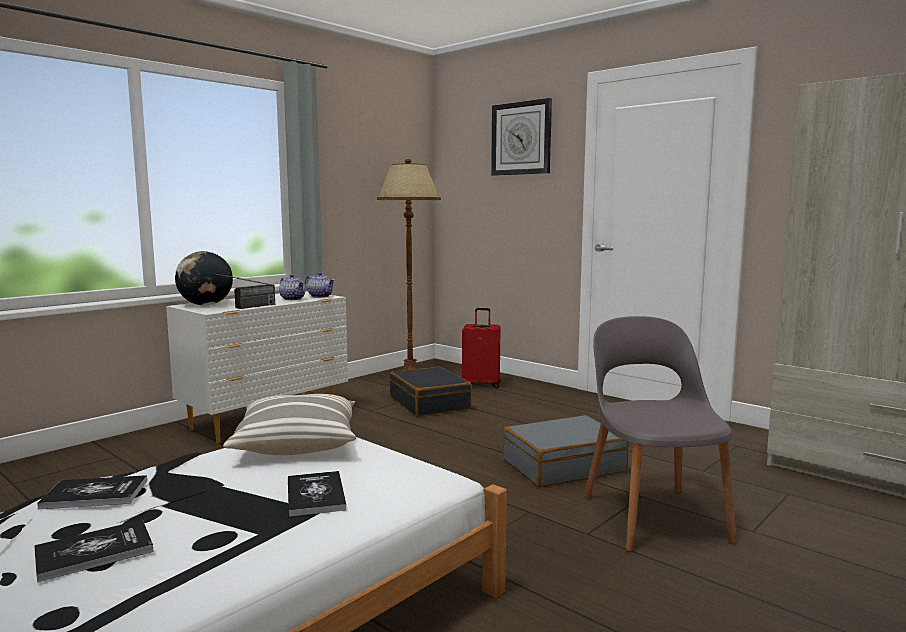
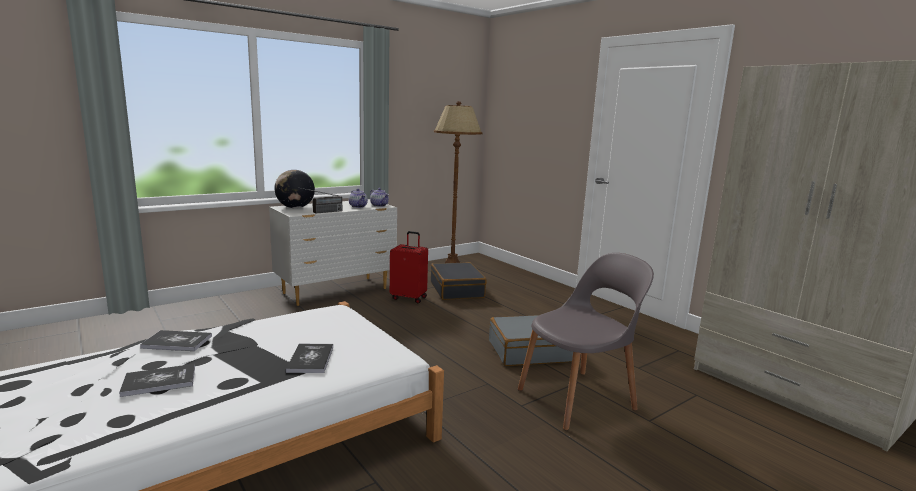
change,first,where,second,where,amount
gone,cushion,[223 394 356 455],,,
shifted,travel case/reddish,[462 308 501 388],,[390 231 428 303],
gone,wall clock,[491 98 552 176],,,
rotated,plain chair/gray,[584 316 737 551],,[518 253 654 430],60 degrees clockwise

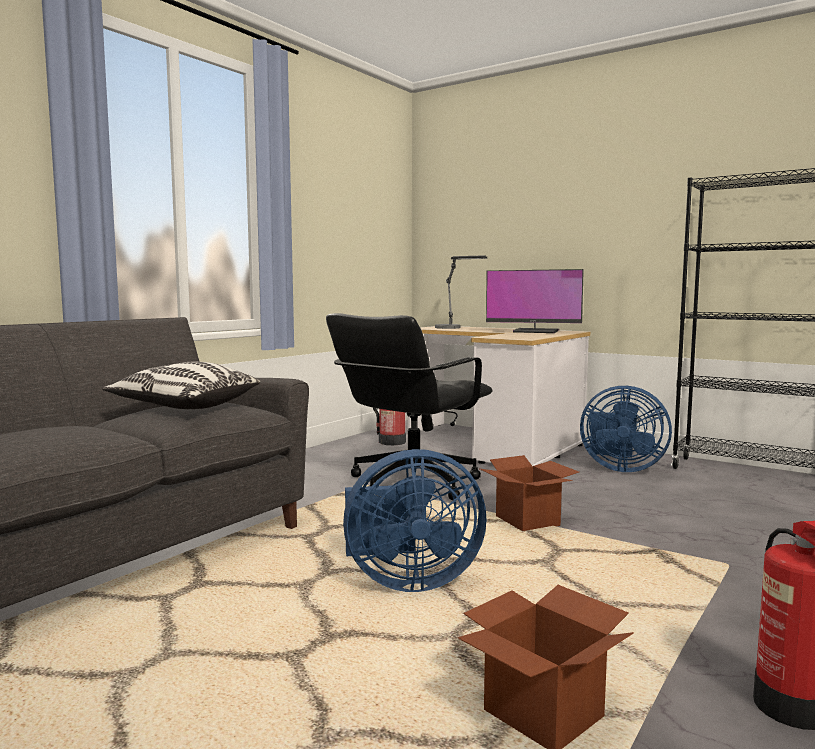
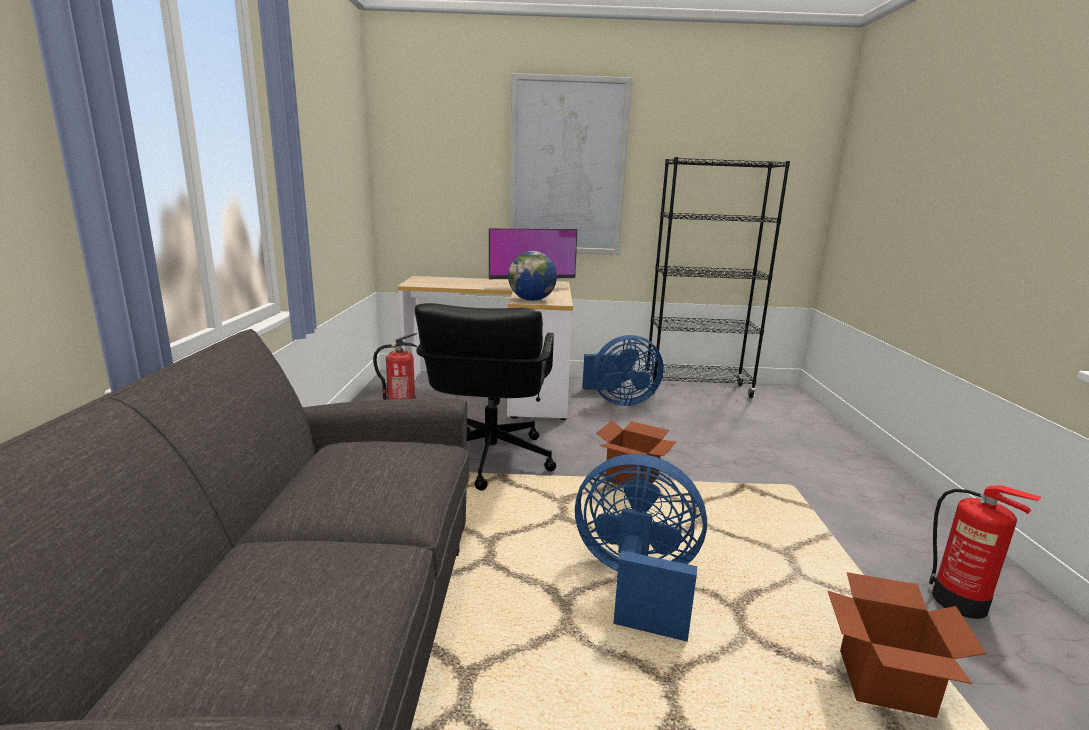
change,first,where,second,where,amount
gone,cushion,[102 362 260 409],,,
rotated,cooling fan/blue,[343 449 486 592],,[575 454 707 642],120 degrees counterclockwise
gone,tabletop lamp,[435 255 487 329],,,
new,,,world globe,[508 251 557 301],
new,,,picture,[510 73 632 255],

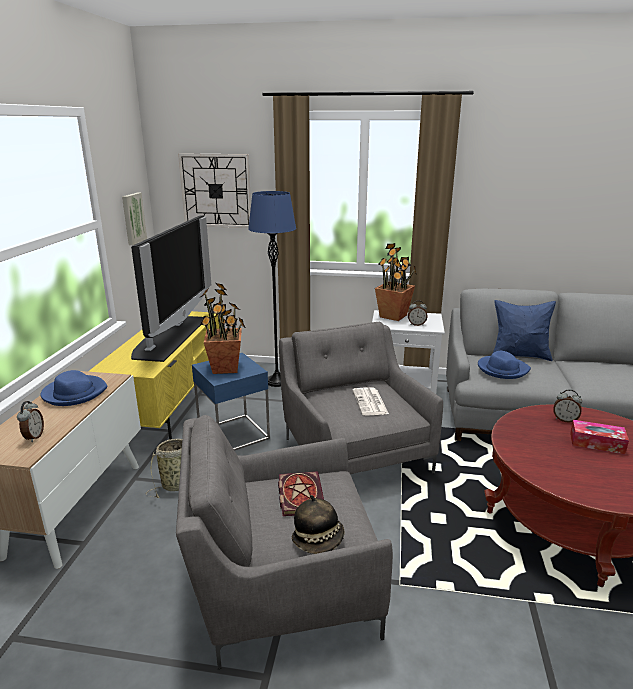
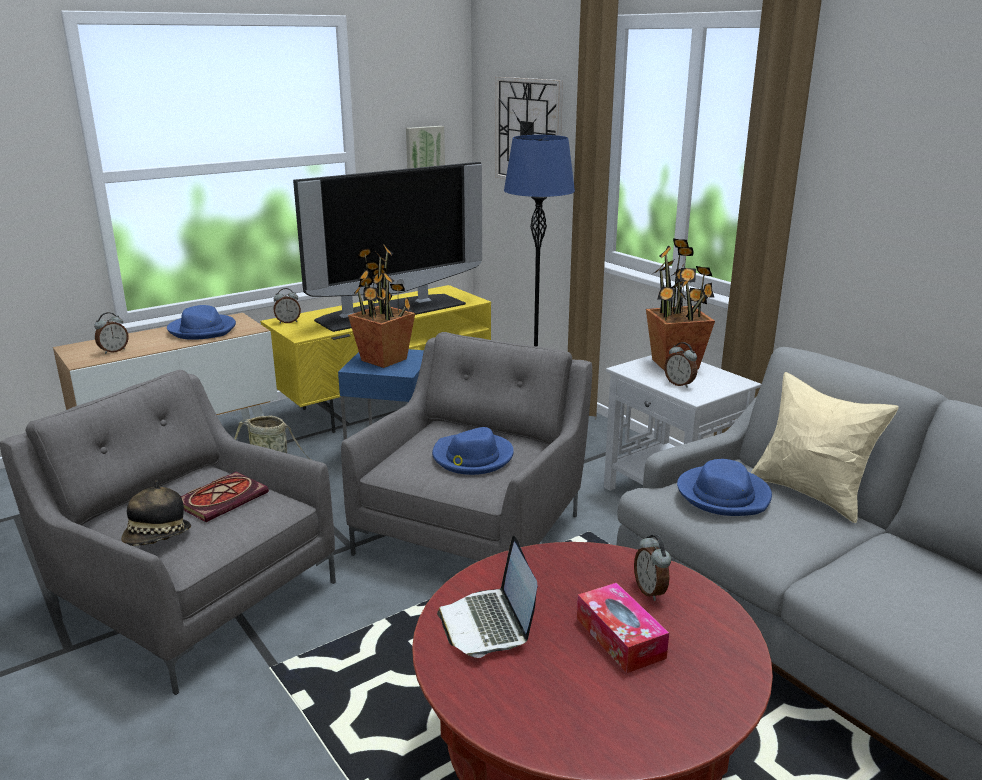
change,first,where,second,where,amount
swapped,daily paper,[352 387 389 416],hat/blue,[432 427 514 475],
repainted,cushion/blue,[493 300 556 361],cushion/sand-coloured,[751 372 899 523],
new,,,alarm clock,[274 288 301 323],
new,,,notebook computer,[437 535 537 658],

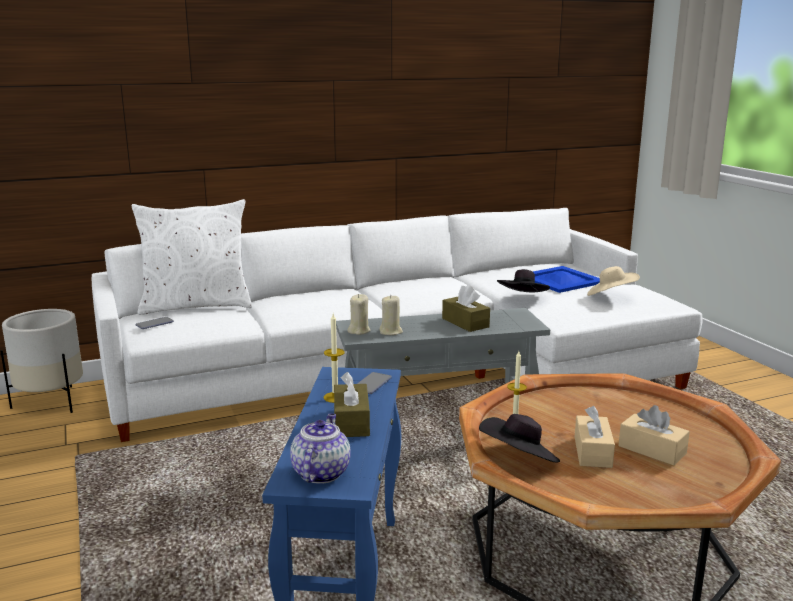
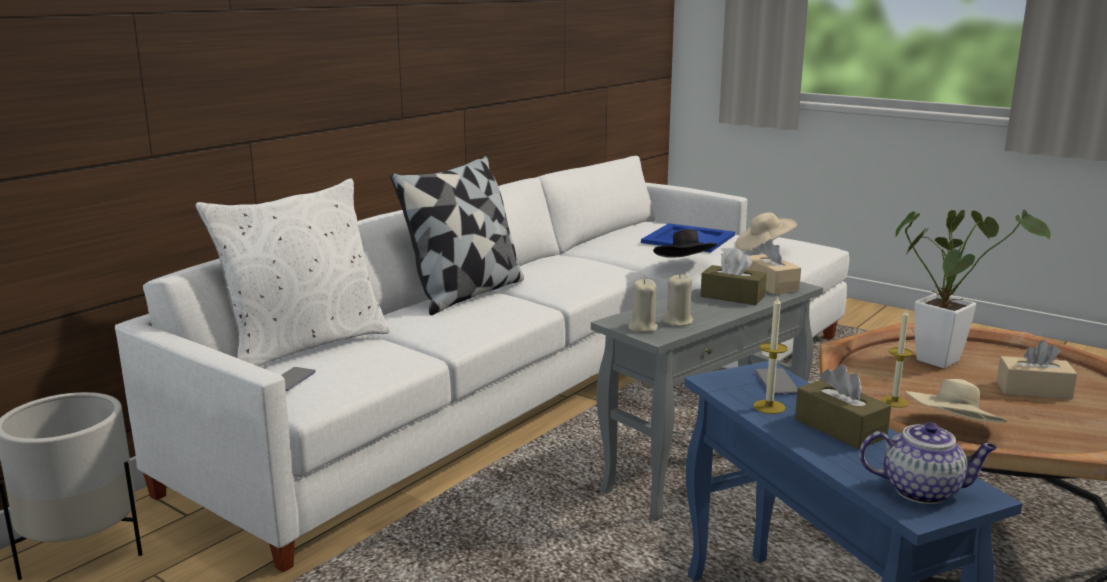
change,first,where,second,where,amount
rotated,tea pot,[290 413 351 484],,[859 422 997 504],120 degrees clockwise
repainted,hat/blackish,[479 414 560 462],hat/sand-coloured,[906 379 1007 423],
shifted,tissue box/sand-coloured,[575 406 615 468],,[746 239 801 295],
new,,,cushion,[390 156 524 315],
new,,,plant in a pot,[894 209 1051 368],

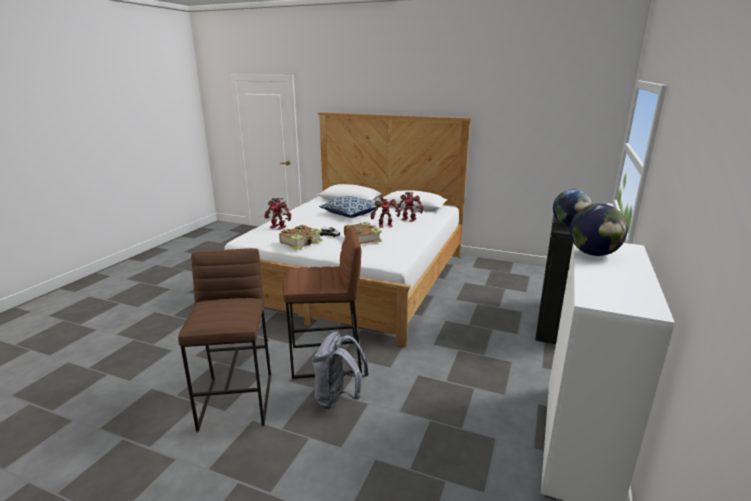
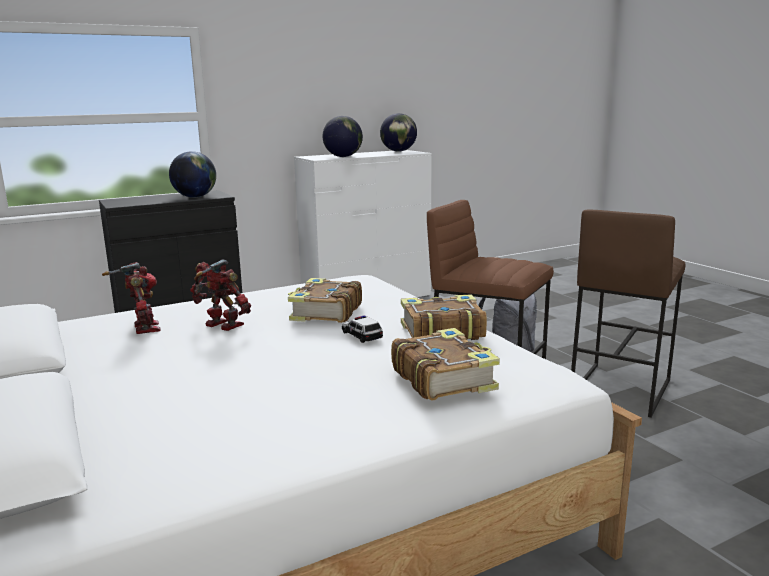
change,first,where,second,where,amount
swapped,model robot,[264 198 292 230],volume,[391 328 500 401],
gone,cushion,[319 196 382 217],,,
new,,,world globe,[380 113 417 152],

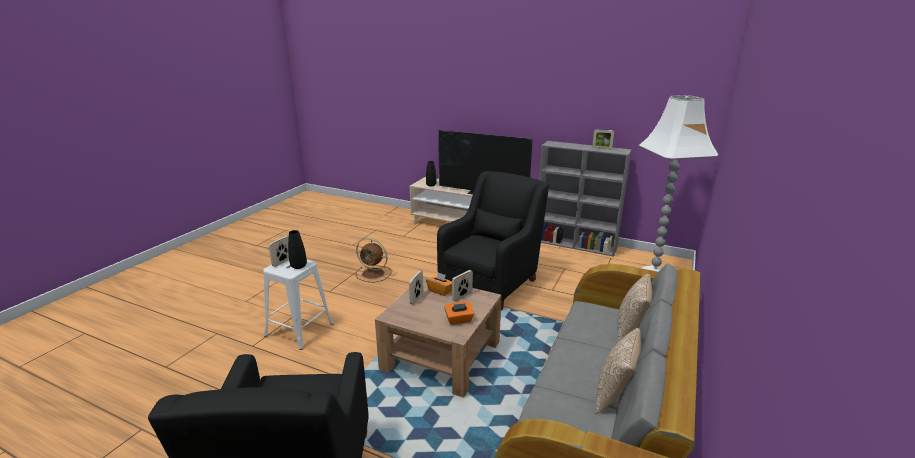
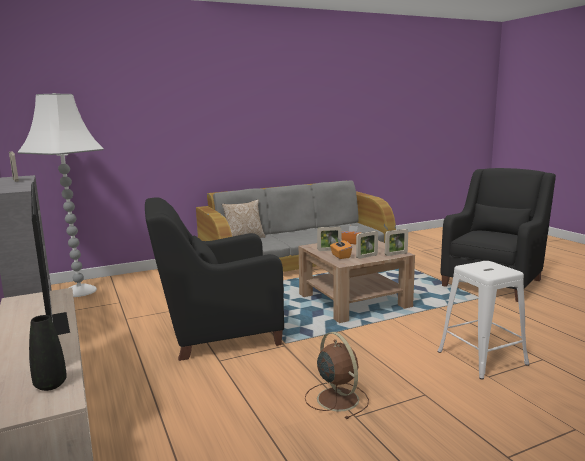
change,first,where,second,where,amount
shifted,standing frame,[269 236 289 267],,[385 229 408 256],
gone,flower vase/blackish,[288 230 307 269],,,
gone,cushion,[595 328 641 415],,,

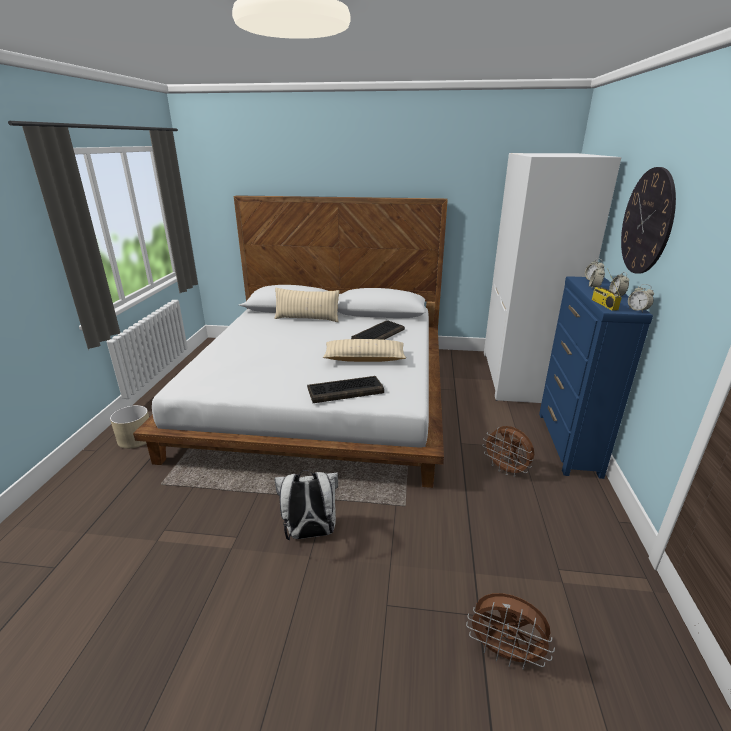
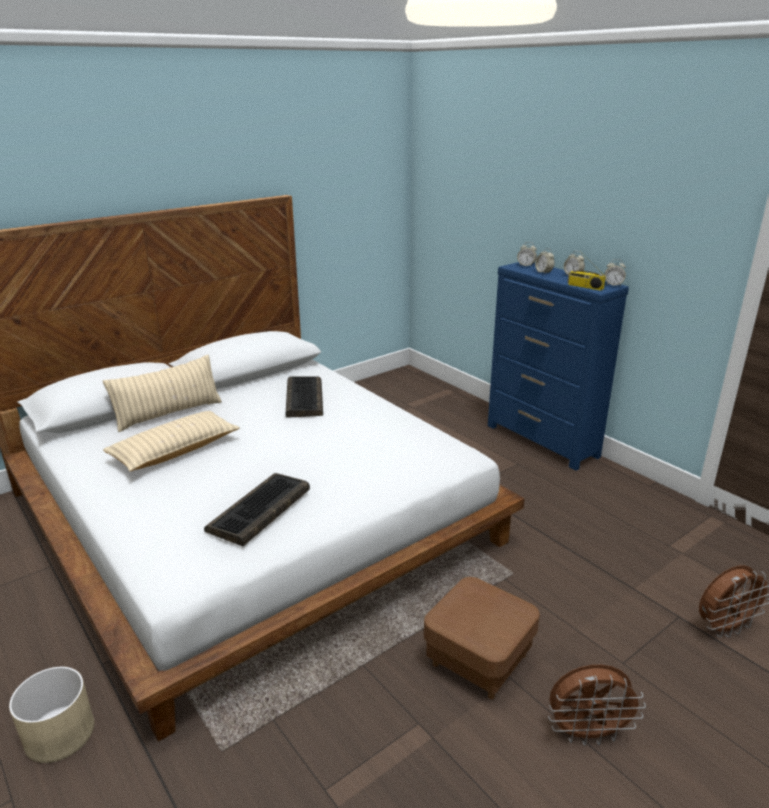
change,first,where,second,where,amount
swapped,knapsack/white-coloured,[274 470 338 540],pouffe/brownish,[424 577 540 699],
shifted,computer keyboard,[307 376 384 403],,[204 473 310 546],
shifted,cushion/sand-coloured,[323 339 406 362],,[103 411 240 471],
shifted,cooling fan/brownish,[482 426 534 477],,[548 665 646 746],
gone,armoire/white-coloured,[484 153 622 403],,,
gone,wall clock,[621 167 676 274],,,

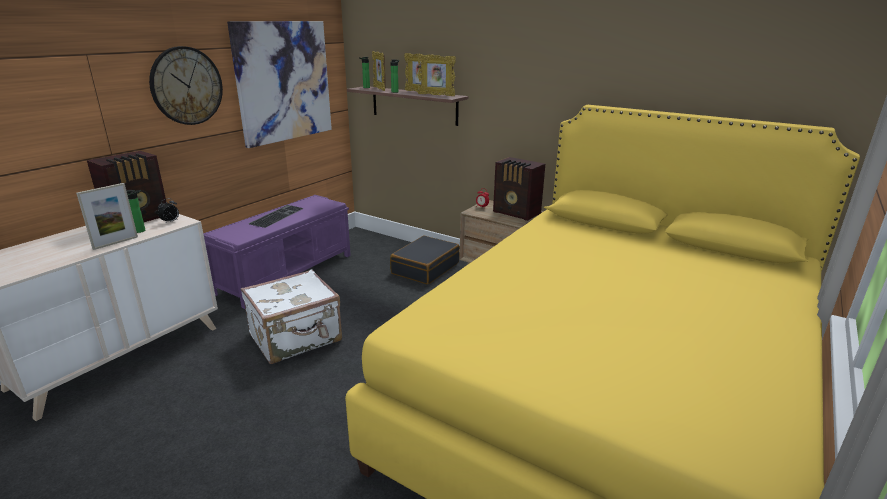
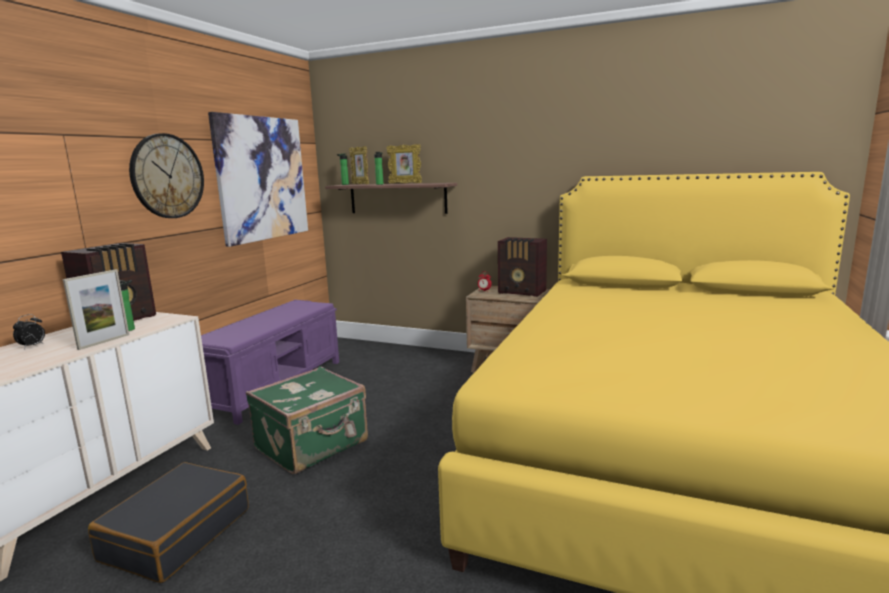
change,first,where,second,where,amount
shifted,alarm clock,[158 198 179 224],,[13 314 45 349],
repainted,travel case/white-coloured,[241 269 342 364],travel case/greenish,[246 366 368 474],
gone,computer keyboard,[248 205 304 228],,,
shifted,travel case/blackish,[390 236 460 285],,[88 462 249 583],
gone,standing frame,[417 55 456 96],,,

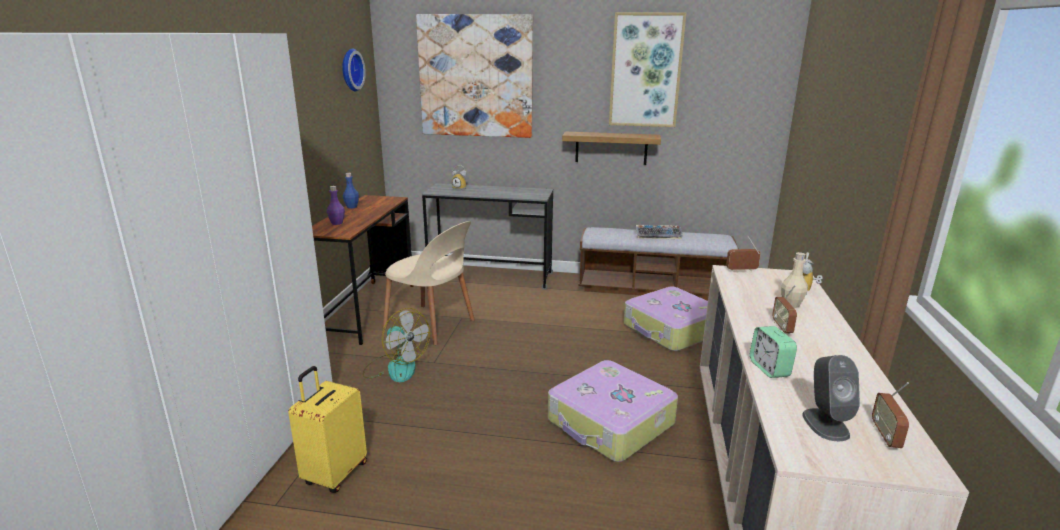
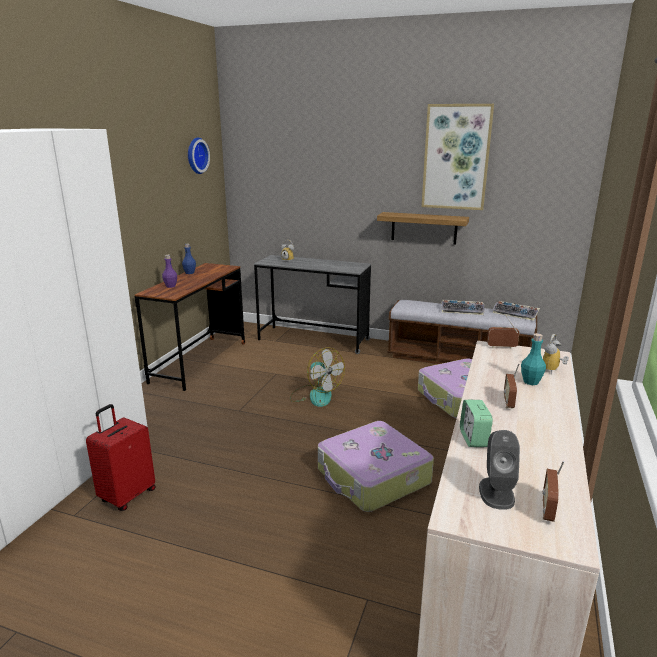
change,first,where,second,where,amount
repainted,travel case/yellow-coloured,[288 366 367 493],travel case/reddish,[86 404 156 511],
shifted,cooling fan,[363 308 430 382],,[290 347 345 407],
gone,plain chair/sand-coloured,[383 221 475 346],,,
gone,picture,[416 14 533 138],,,
repainted,drink bottle/sand-coloured,[781 252 808 308],drink bottle/turquoise-coloured,[521 333 546 385],
new,,,computer keyboard,[492 301 540 321],

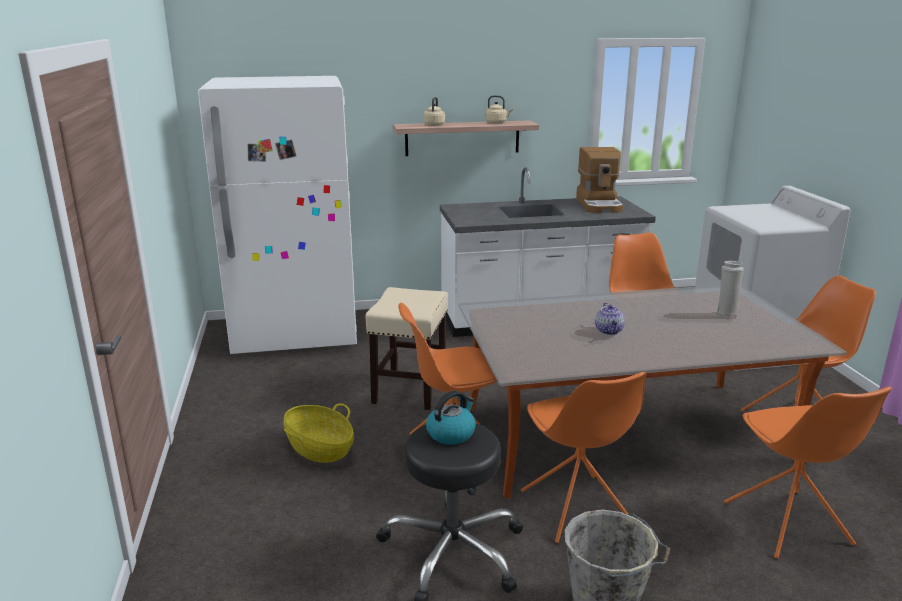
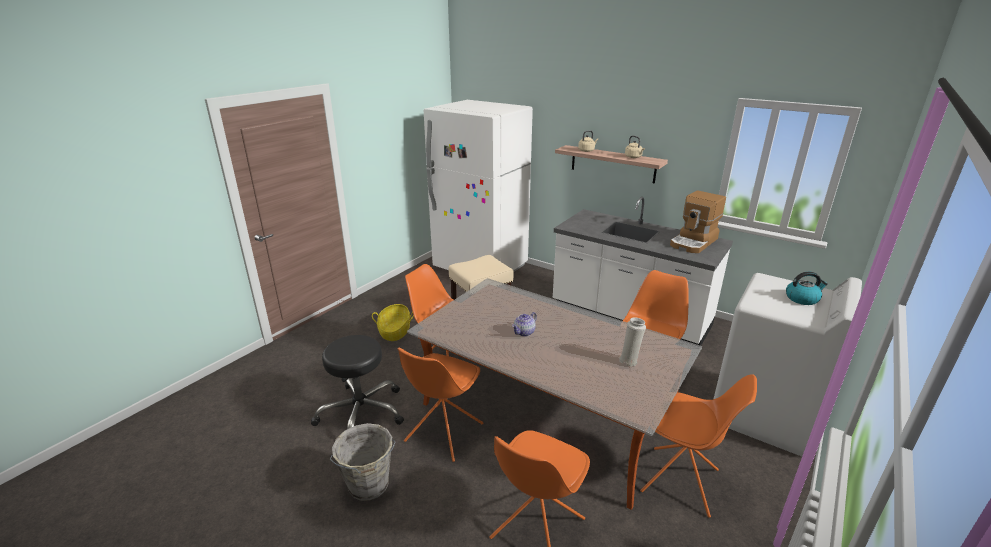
change,first,where,second,where,amount
shifted,water kettle,[426 390 476 445],,[786 272 828 305],

